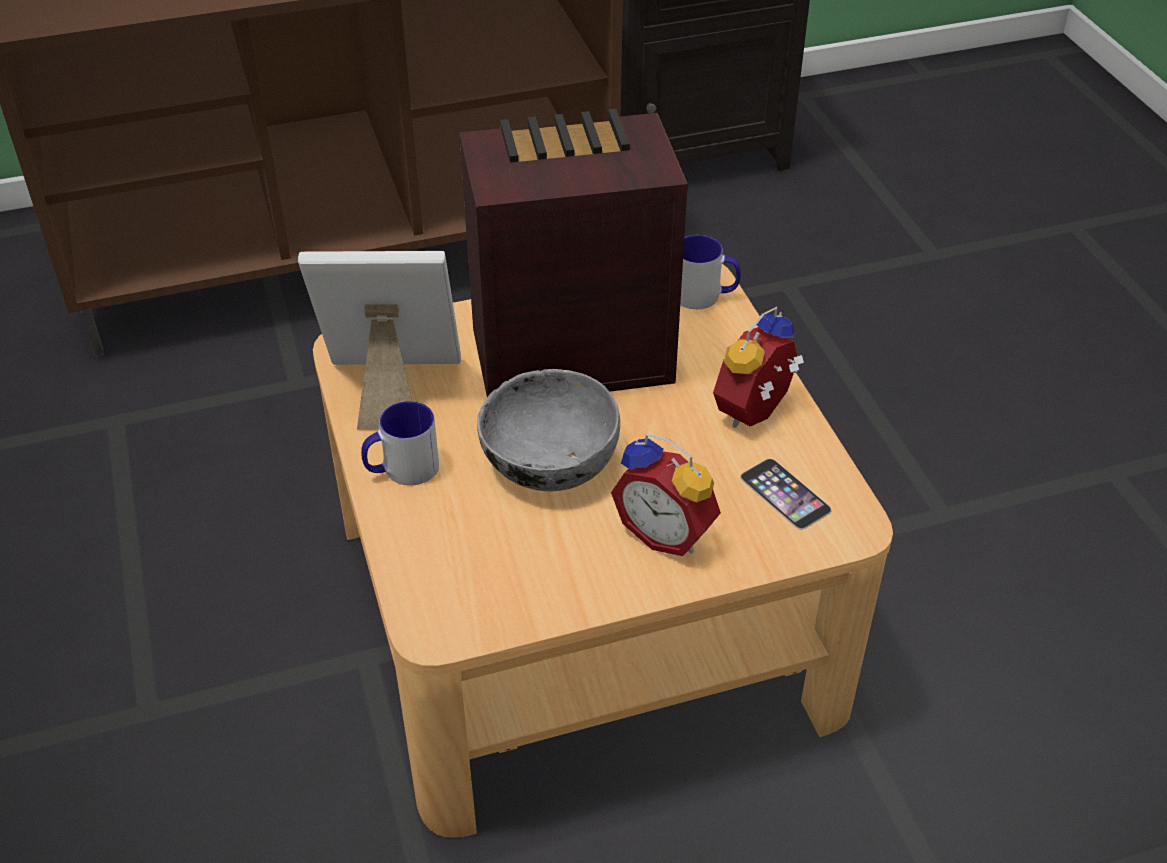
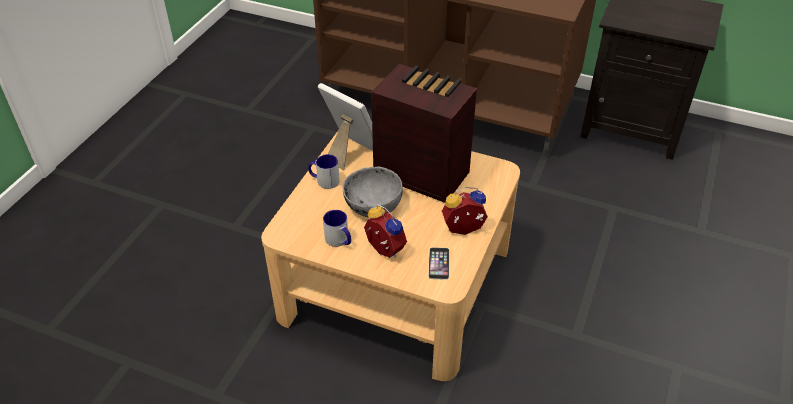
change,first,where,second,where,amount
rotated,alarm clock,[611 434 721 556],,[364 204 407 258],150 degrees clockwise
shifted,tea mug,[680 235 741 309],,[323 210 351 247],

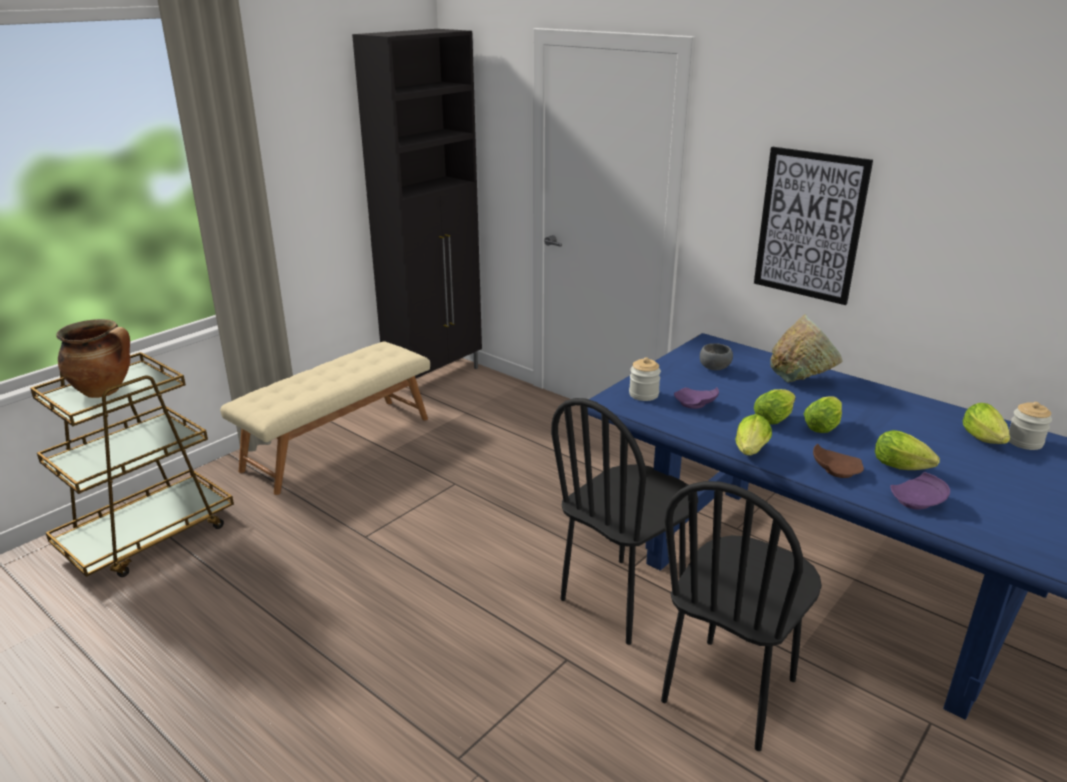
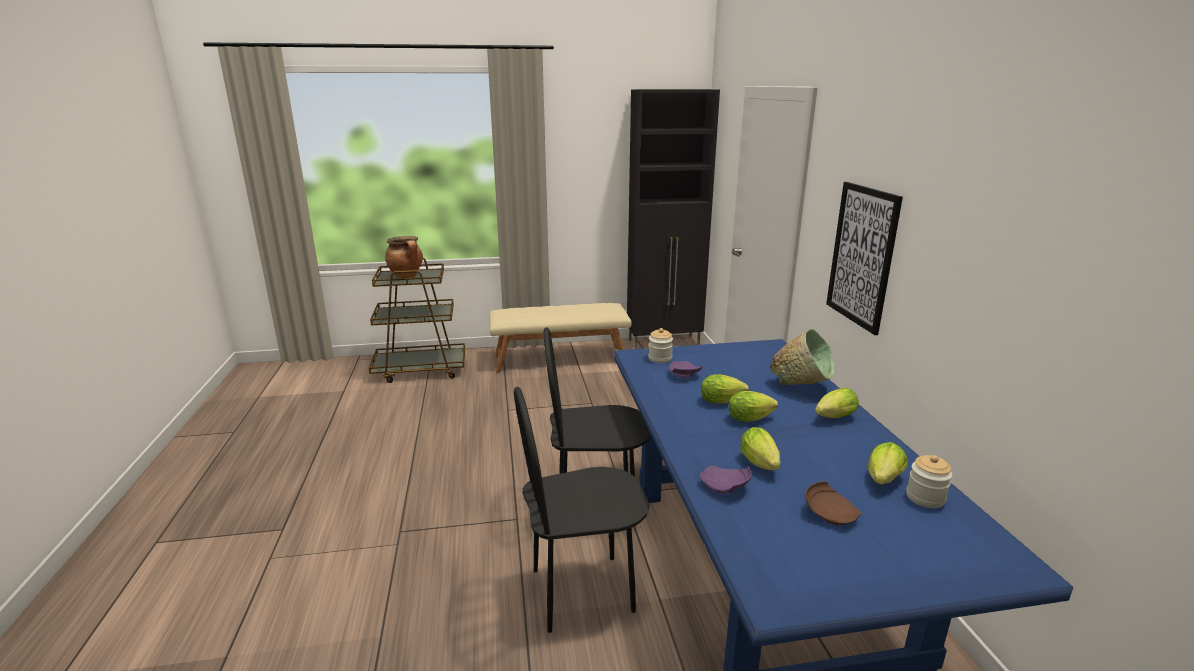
change,first,where,second,where,amount
gone,deep dish/gray,[700 343 733 370],,,
shifted,lettuce,[735 414 772 456],,[815 388 859 418],
shifted,plate/brownish,[813 444 864 478],,[805 481 861 525],

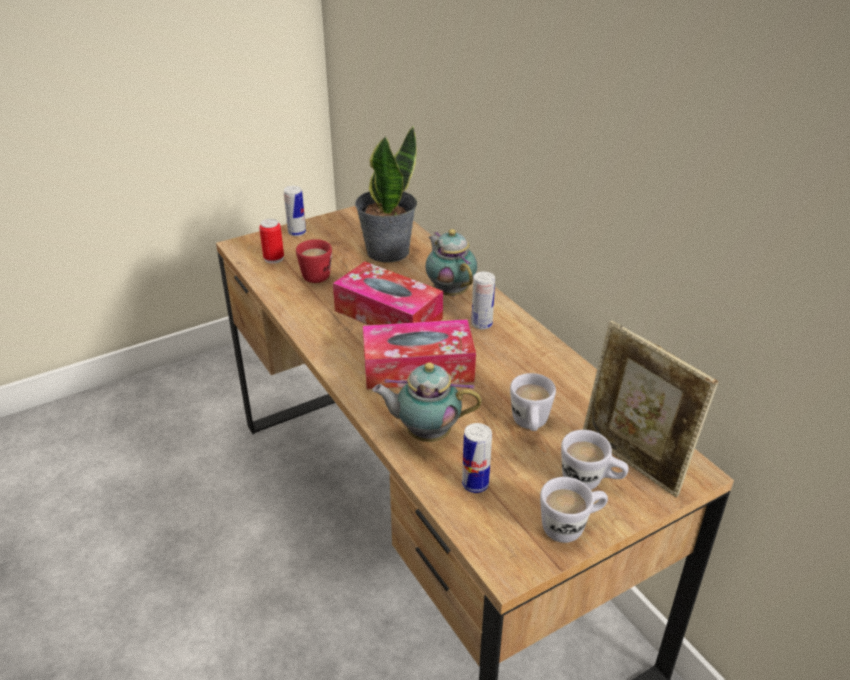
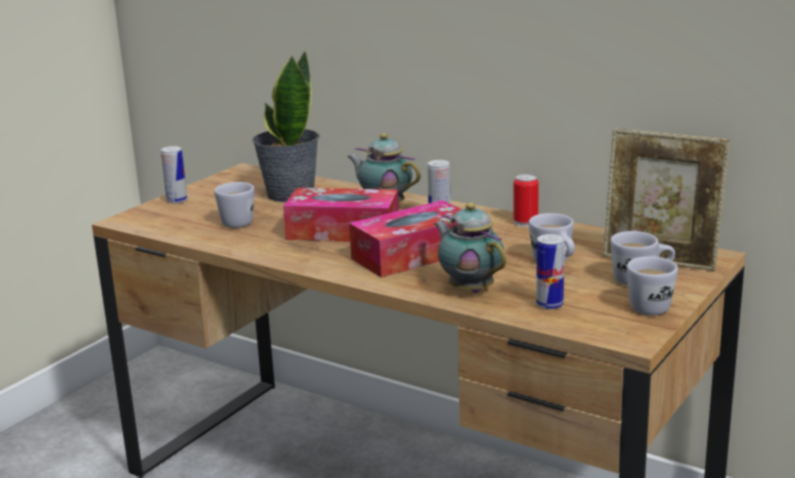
change,first,where,second,where,amount
shifted,sealed can,[259 219 284 264],,[513 174 539 227],
repainted,tea mug/reddish,[296 239 332 283],tea mug/white-coloured,[214 182 254 228],
rotated,tea pot,[372 362 482 442],,[434 203 506 293],75 degrees clockwise

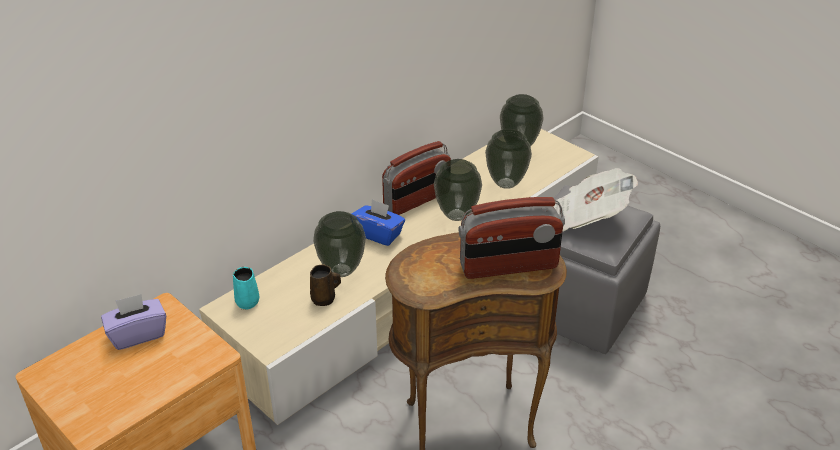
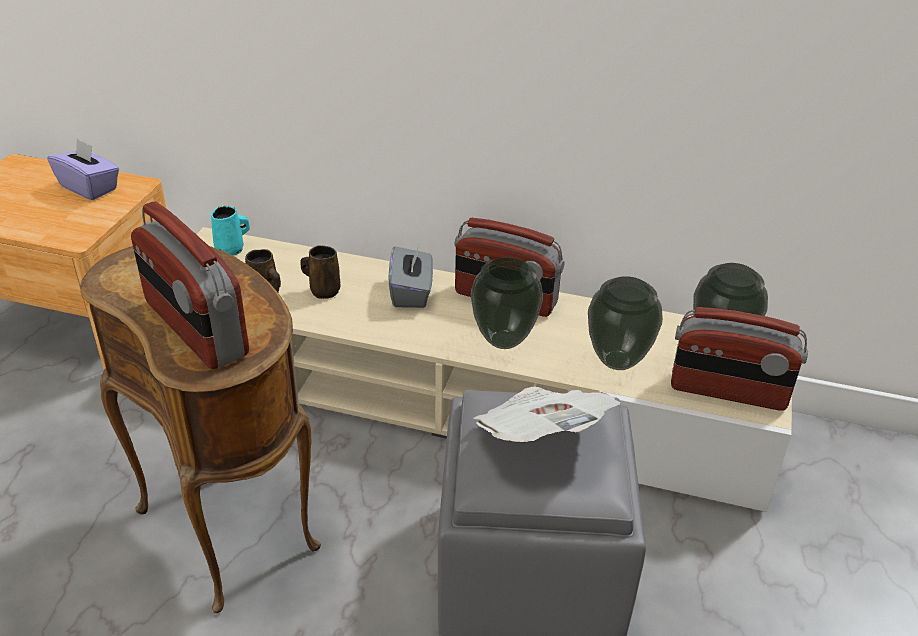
change,first,where,second,where,amount
swapped,flower vase,[313 211 366 277],tea mug/brownish,[300 246 341 299],
repainted,tissue box/blue,[352 199 405 246],tissue box/gray,[388 246 433 308],
new,,,radio set,[671 307 808 411],

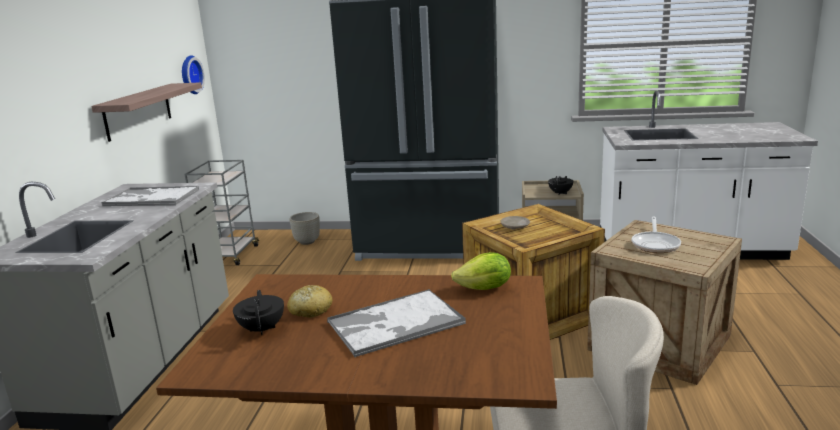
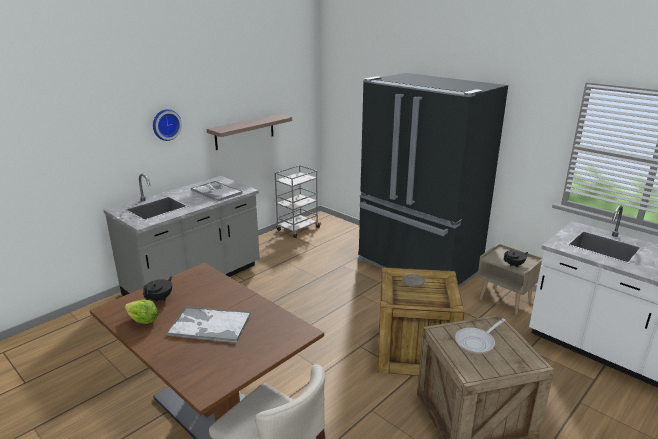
change,first,where,second,where,amount
shifted,wall clock,[182 55 205 94],,[153 109 182 141],
gone,bakery bread,[287 285 333 318],,,
gone,planter/gray,[289 212 320 245],,,
shifted,lettuce,[451 252 511 290],,[125 299 158 324],

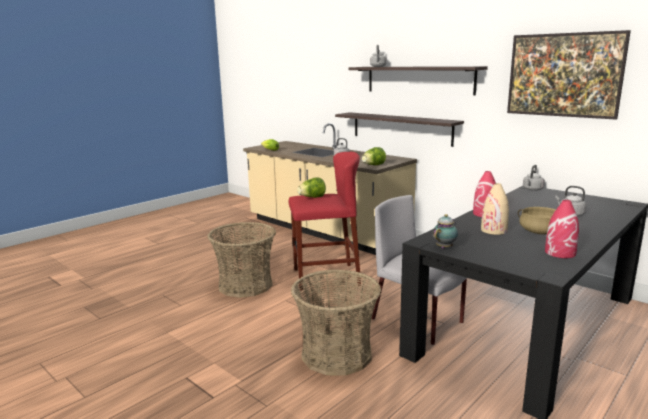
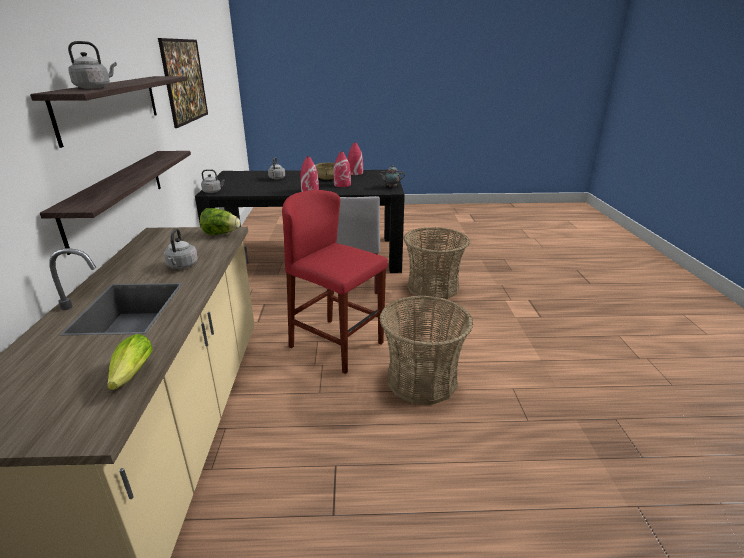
change,first,where,second,where,amount
gone,lettuce,[297 177 326 198],,,
repainted,flower vase/sand-coloured,[481 183 509 235],flower vase/reddish,[334 152 351 187],

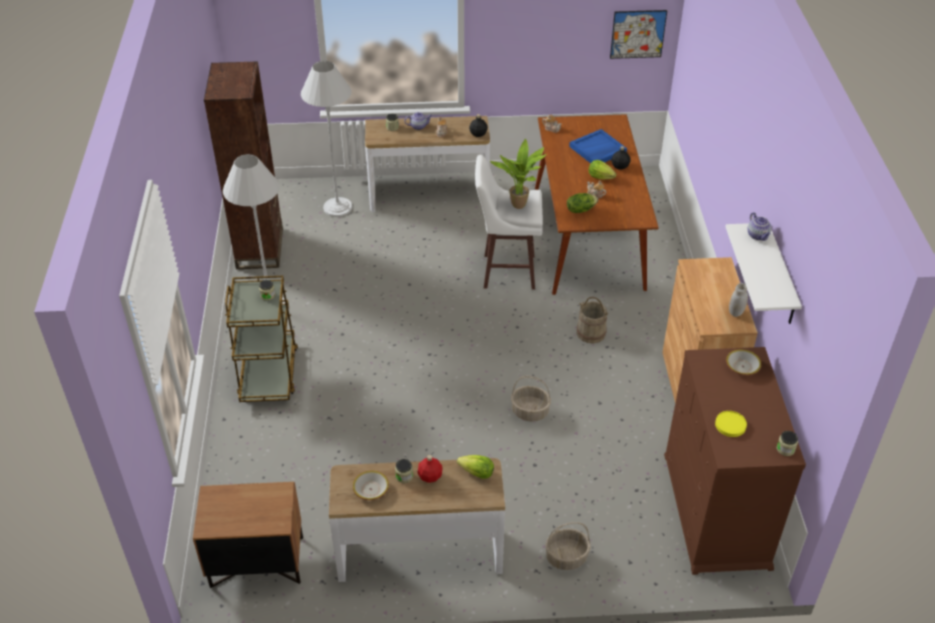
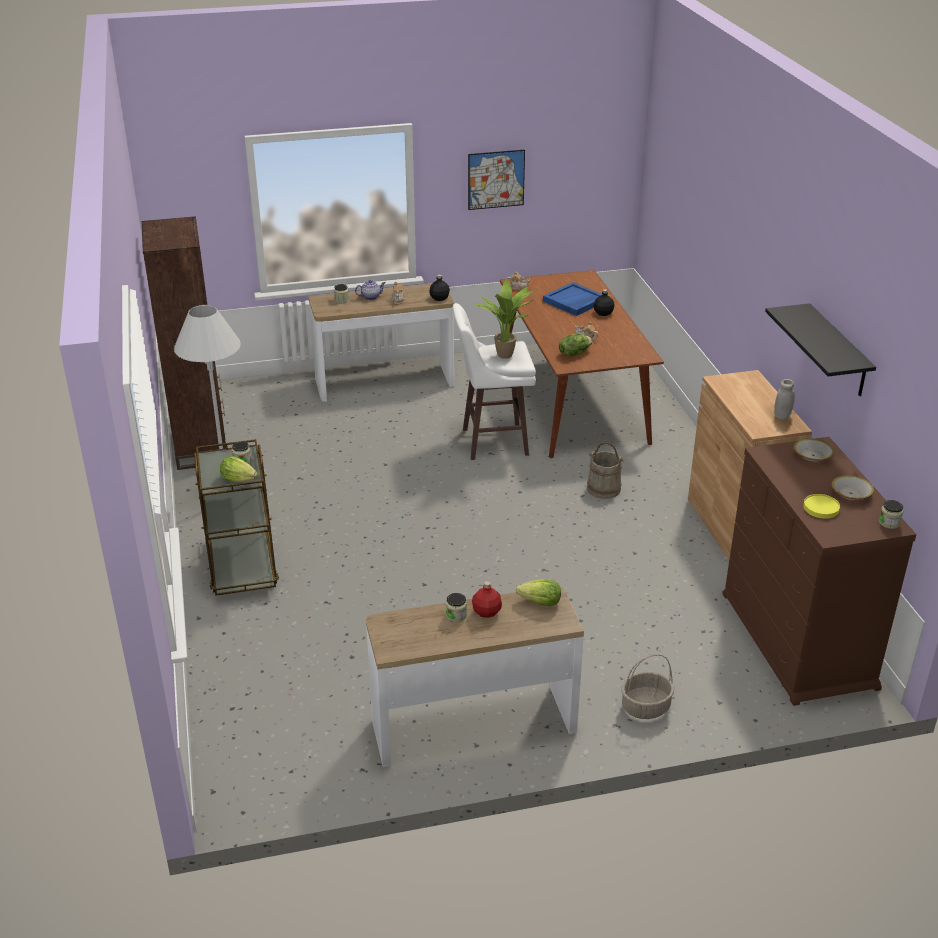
change,first,where,second,where,amount
gone,night table/brownish,[193 482 303 588],,,
gone,standard lamp/white-coloured,[301 61 353 217],,,
shifted,deep dish,[353 471 389 500],,[831 475 874 500],
gone,storage basket,[511 376 551 422],,,
shifted,lettuce,[588 160 616 179],,[220 456 258 482],
shifted,picture,[610 10 667 59],,[468 149 525 210],
repainted,bracket shelf/white-coloured,[725 223 802 324],bracket shelf/blackish,[765 303 876 396],
gone,tea pot,[748 212 771 241],,,

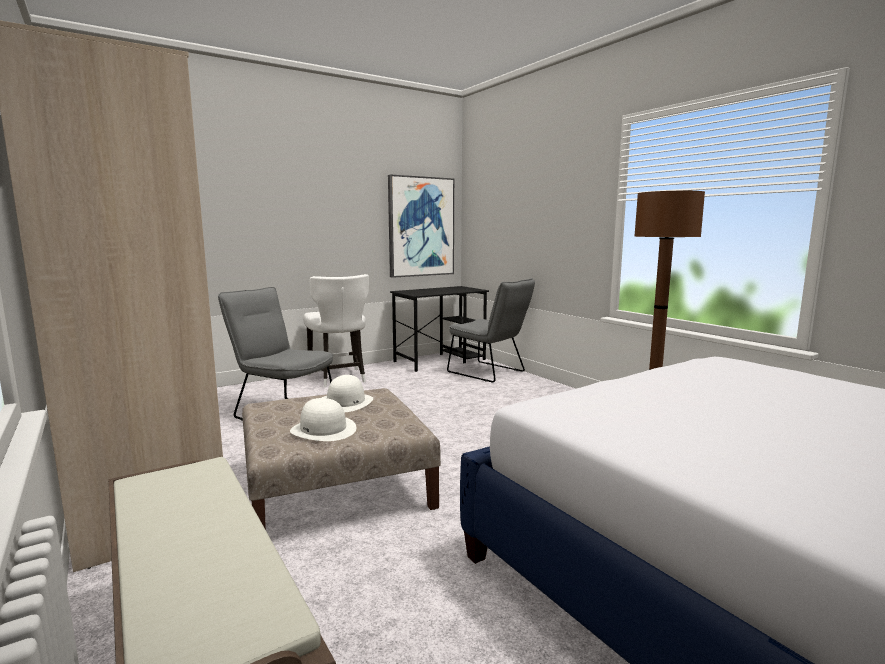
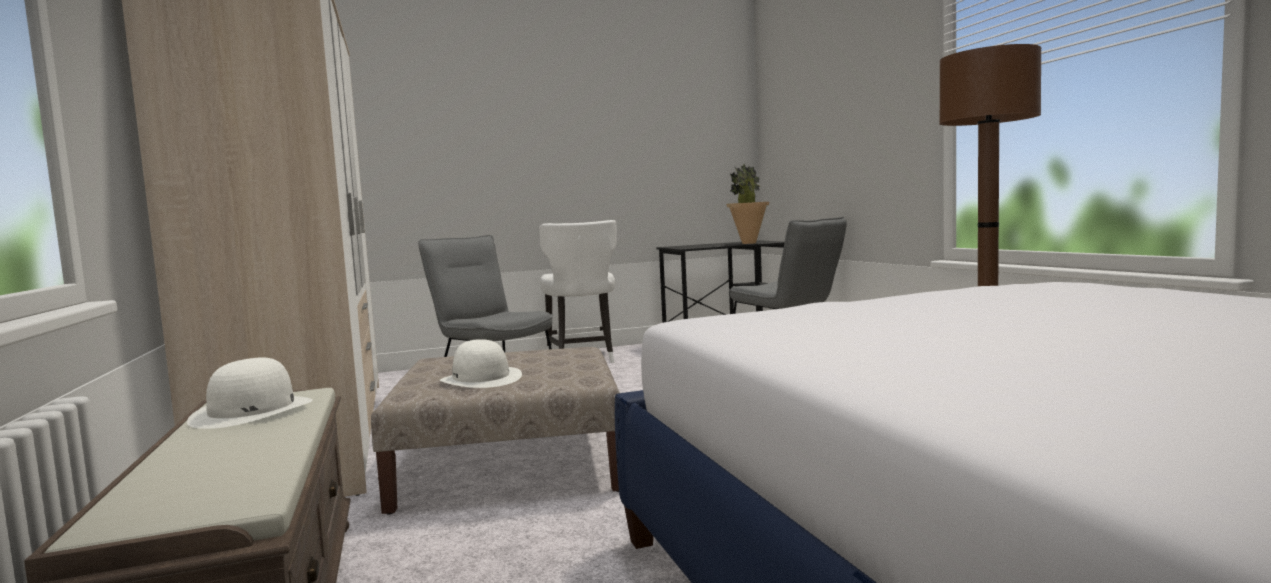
change,first,where,second,where,amount
shifted,hat/white-coloured,[322 375 373 412],,[187 357 313 429],
gone,picture,[388 175 454 278],,,
new,,,plant in a pot,[726 164 769 244],

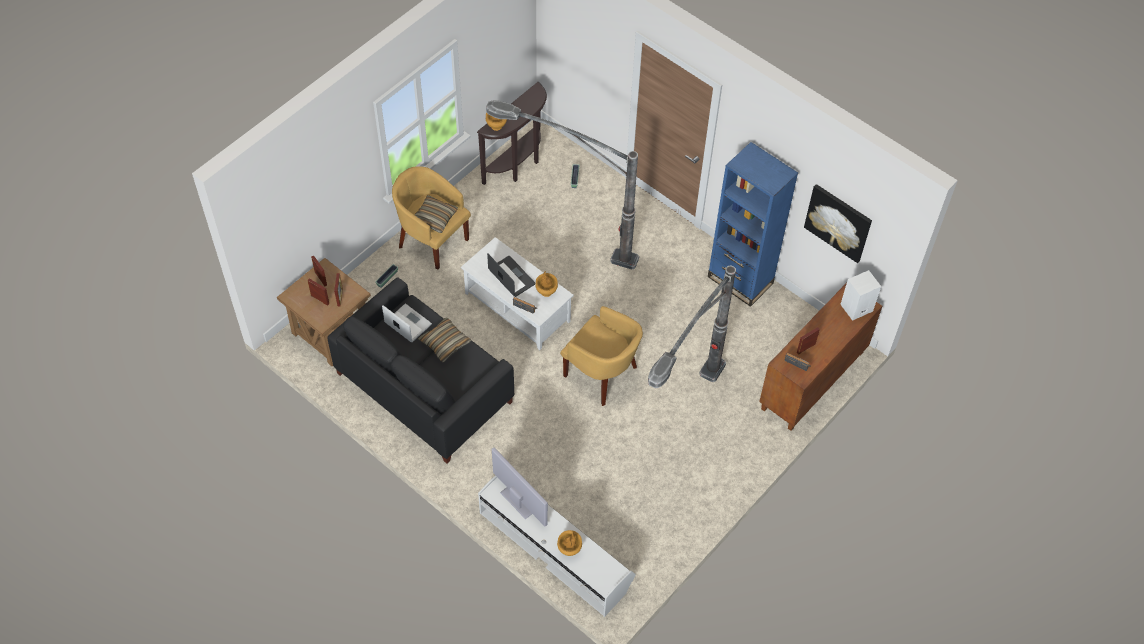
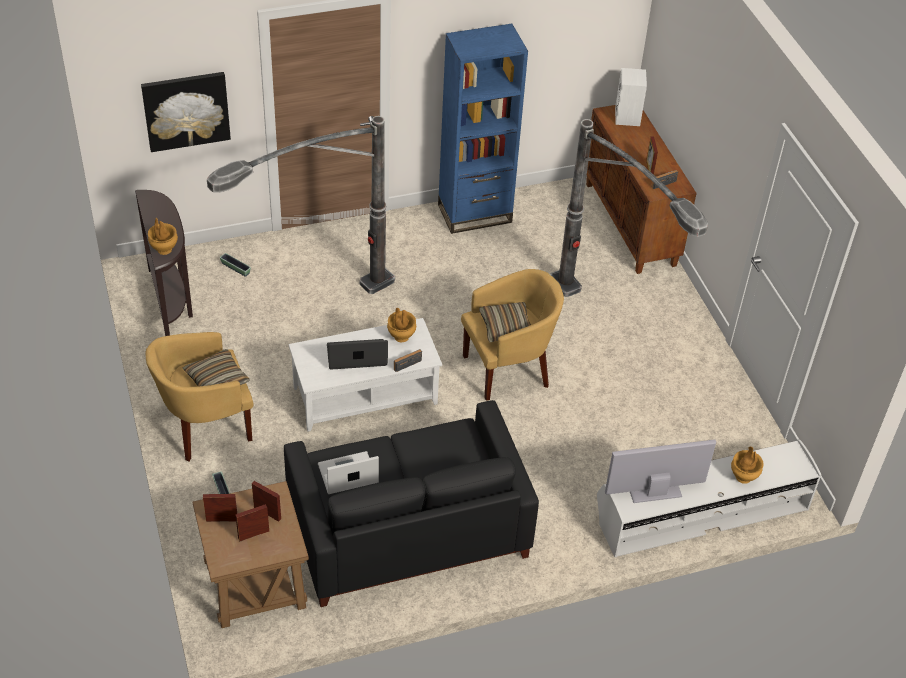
change,first,where,second,where,amount
shifted,cushion,[418 317 471 362],,[479 302 531 342],
shifted,picture,[804 184 872 263],,[141 72 231 152],

